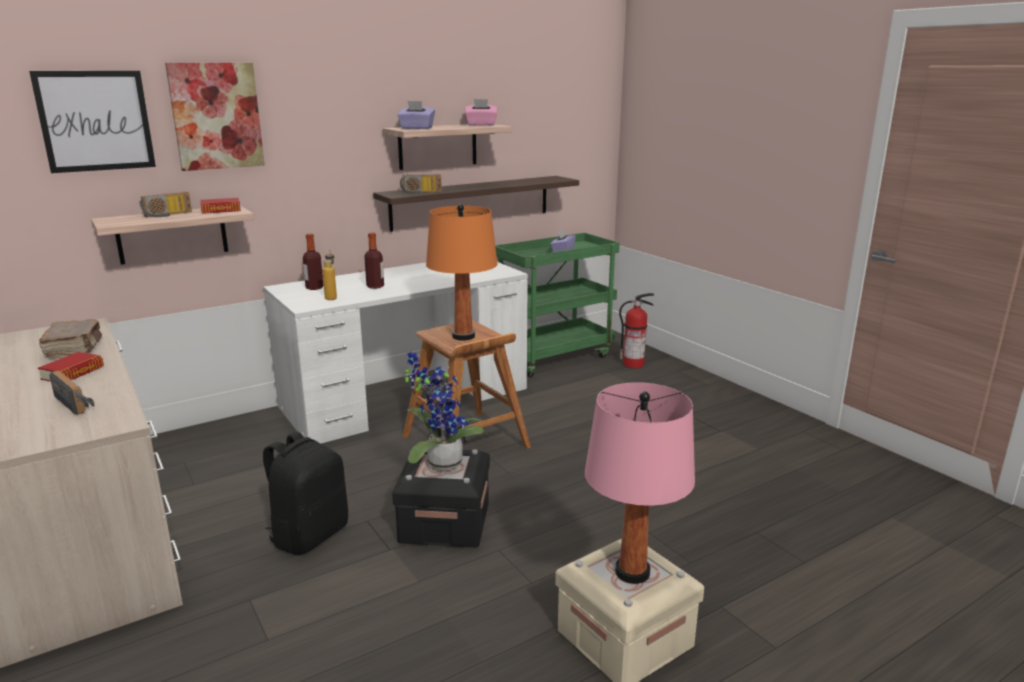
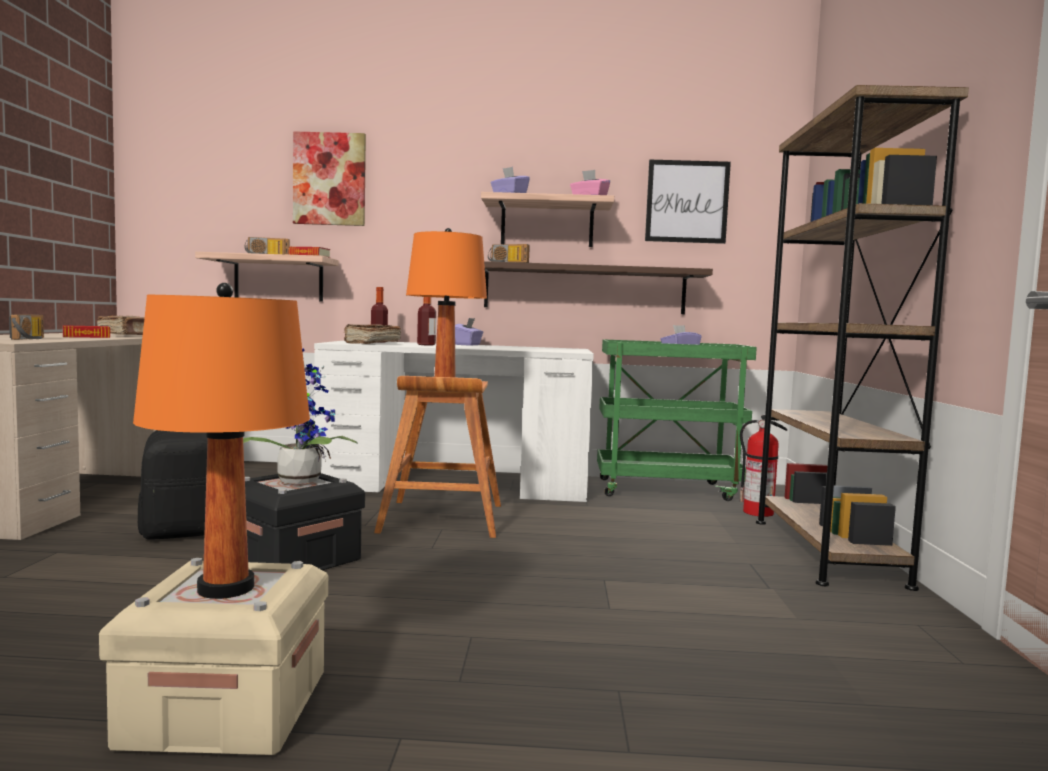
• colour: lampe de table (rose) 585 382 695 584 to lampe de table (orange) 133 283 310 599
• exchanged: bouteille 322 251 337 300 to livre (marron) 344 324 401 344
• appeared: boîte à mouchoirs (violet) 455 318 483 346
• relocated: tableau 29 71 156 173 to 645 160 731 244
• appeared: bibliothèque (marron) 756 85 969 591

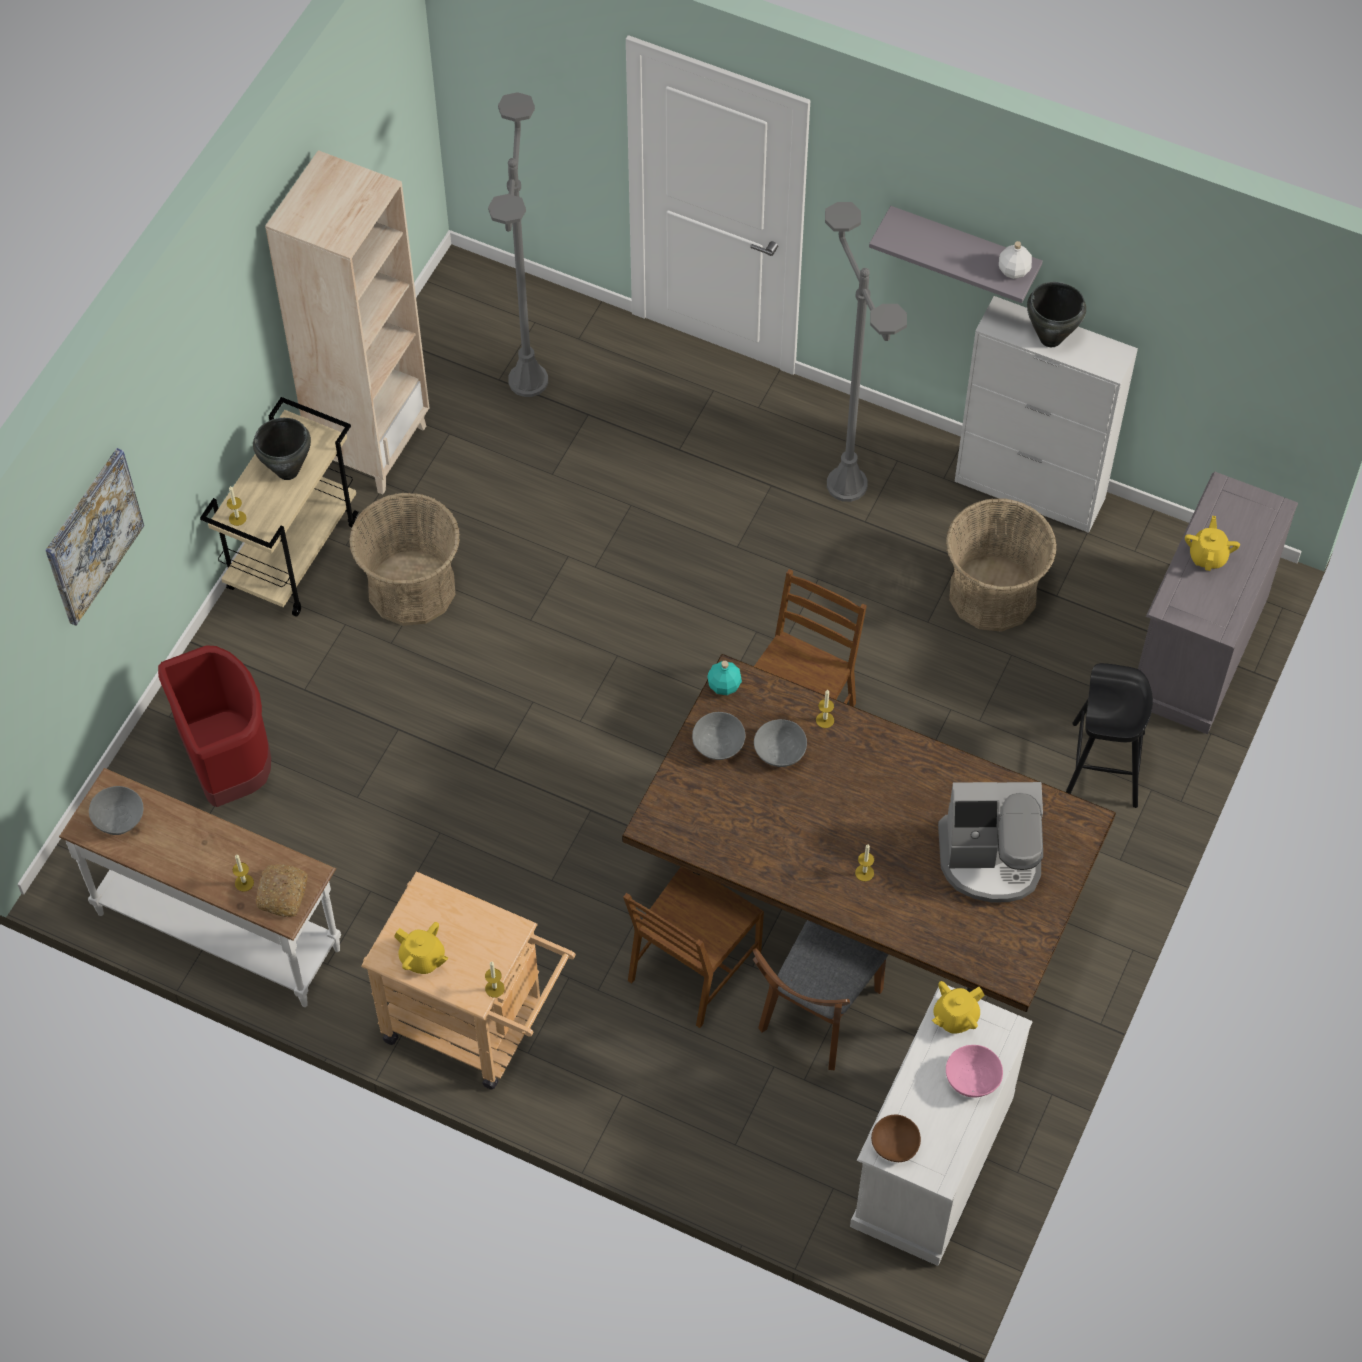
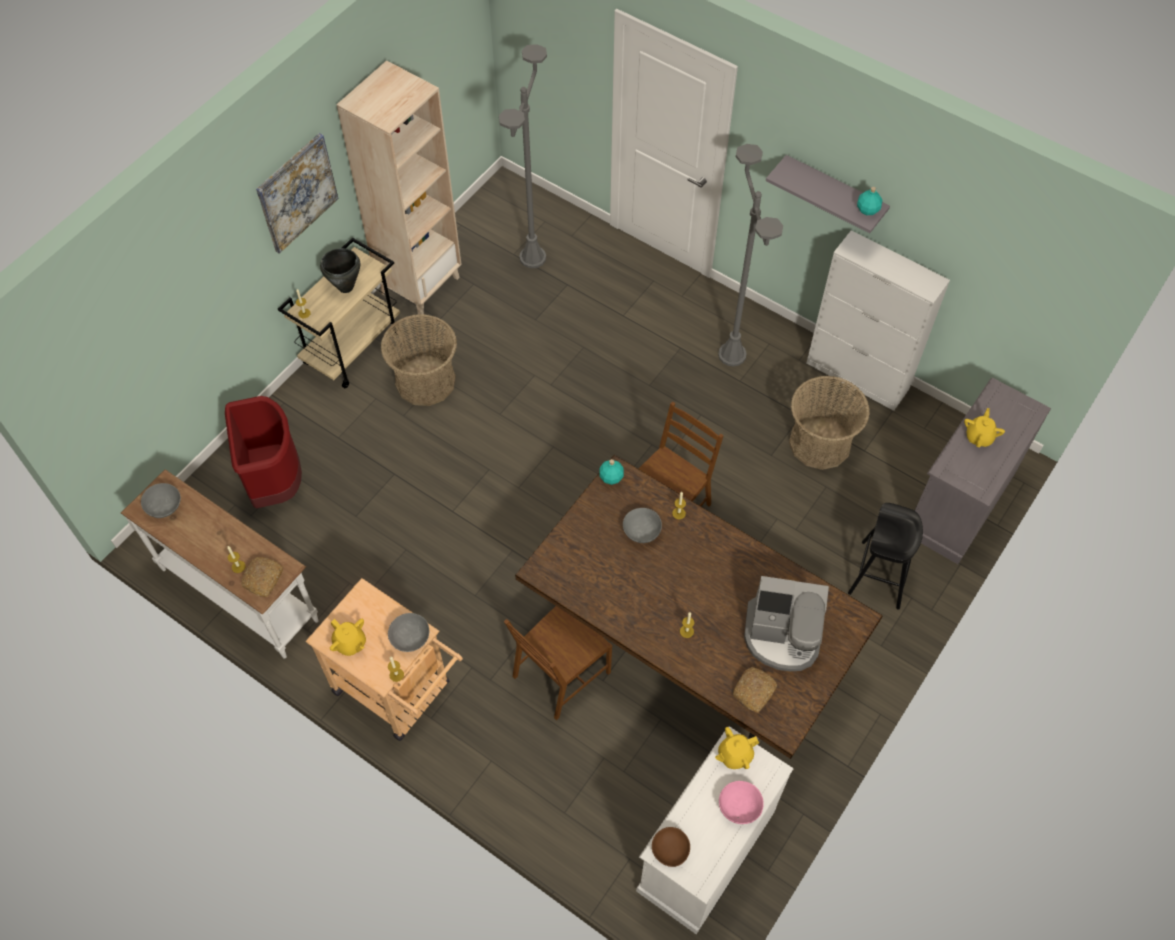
• relocated: tableau 45 448 144 626 to 256 133 339 254
• relocated: bol (gris) 692 712 745 760 to 388 613 429 652
• appeared: pain 733 667 777 713
• colour: bouteille (blanc) 999 241 1032 279 to bouteille (turquoise) 857 187 882 215
• missing: chaise (marron) 753 920 888 1070
• missing: marmite (noir) 1027 282 1086 347

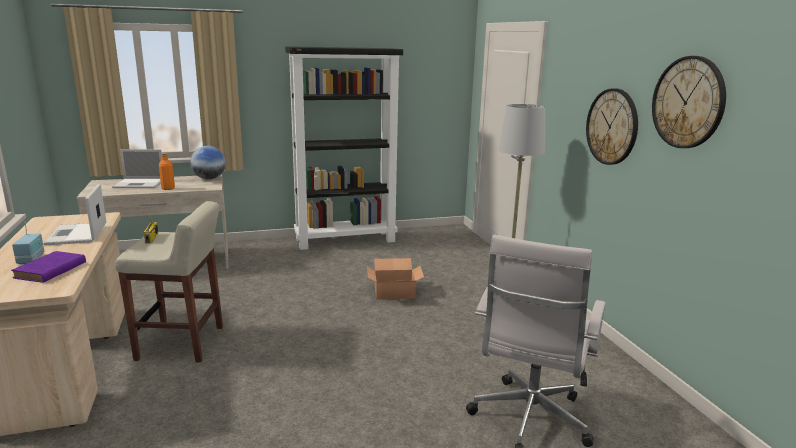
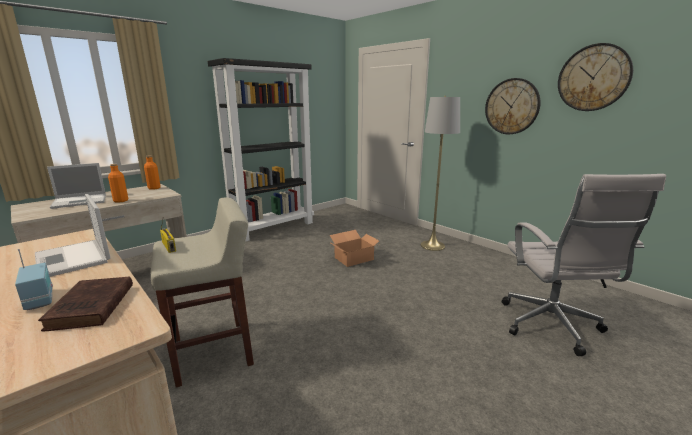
• colour: livre (violet) 11 251 86 283 to livre (marron) 38 276 133 331
• exchanged: globe 190 146 226 179 to bouteille (orange) 144 155 161 190

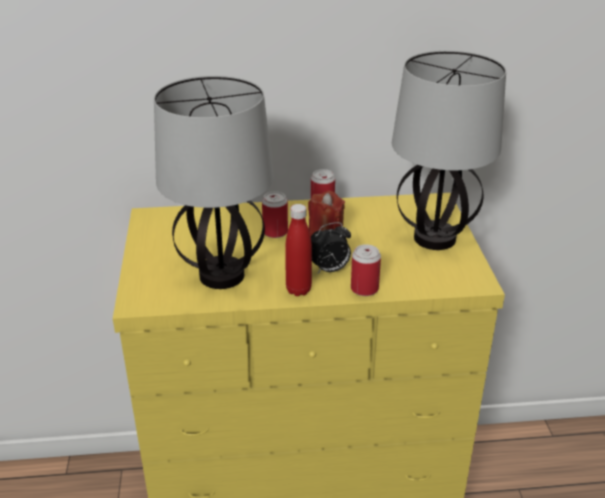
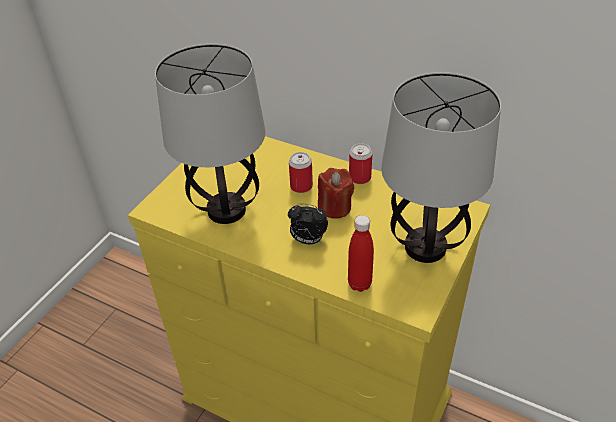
• relocated: bouteille (rouge) 285 204 312 296 to 348 215 374 292
• missing: boîte métallique 351 244 381 296

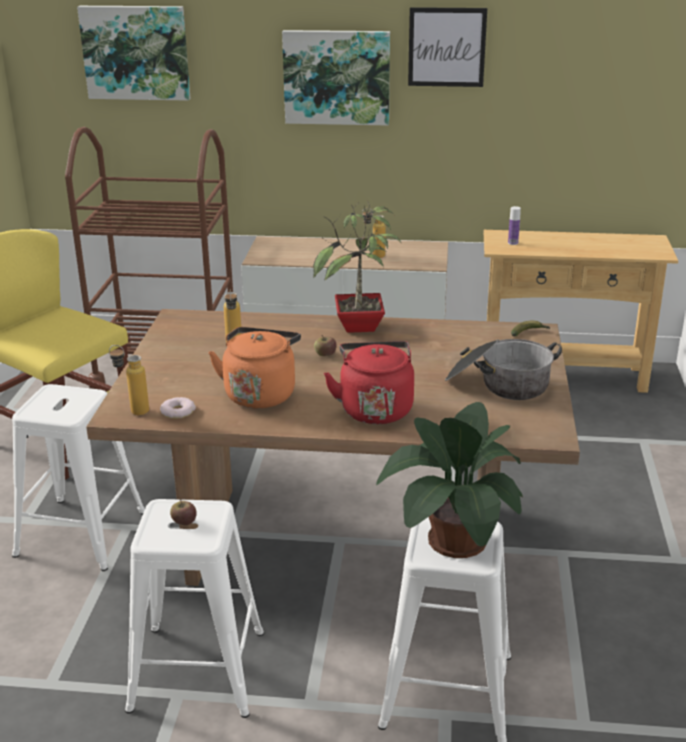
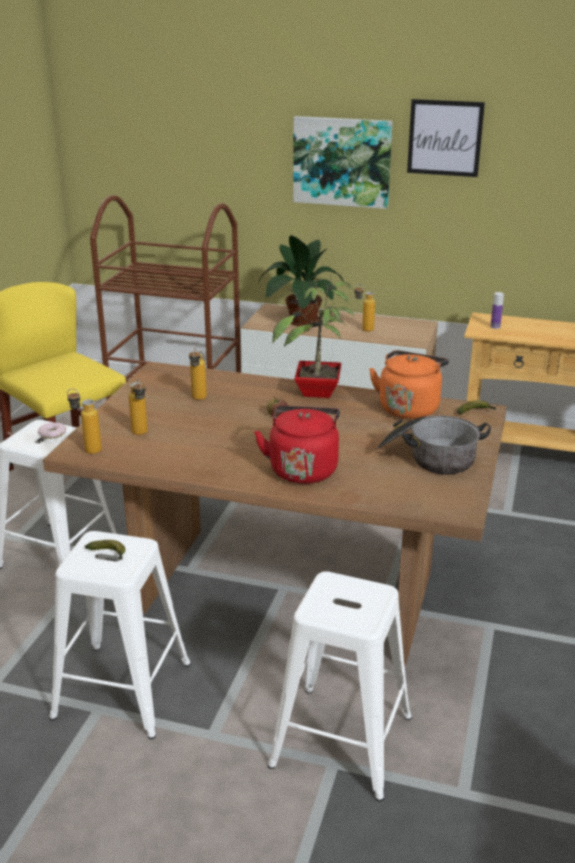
• relocated: beignet 160 397 196 419 to 38 422 66 439
• exchanged: pomme 170 499 197 525 to banane 85 540 125 560
• appeared: bouteille 129 379 148 435
• relocated: plante en pot 376 402 523 558 to 258 235 344 326
• relocated: bouilloire (orange) 209 327 301 408 to 369 350 449 419
• missing: tableau 77 6 191 101

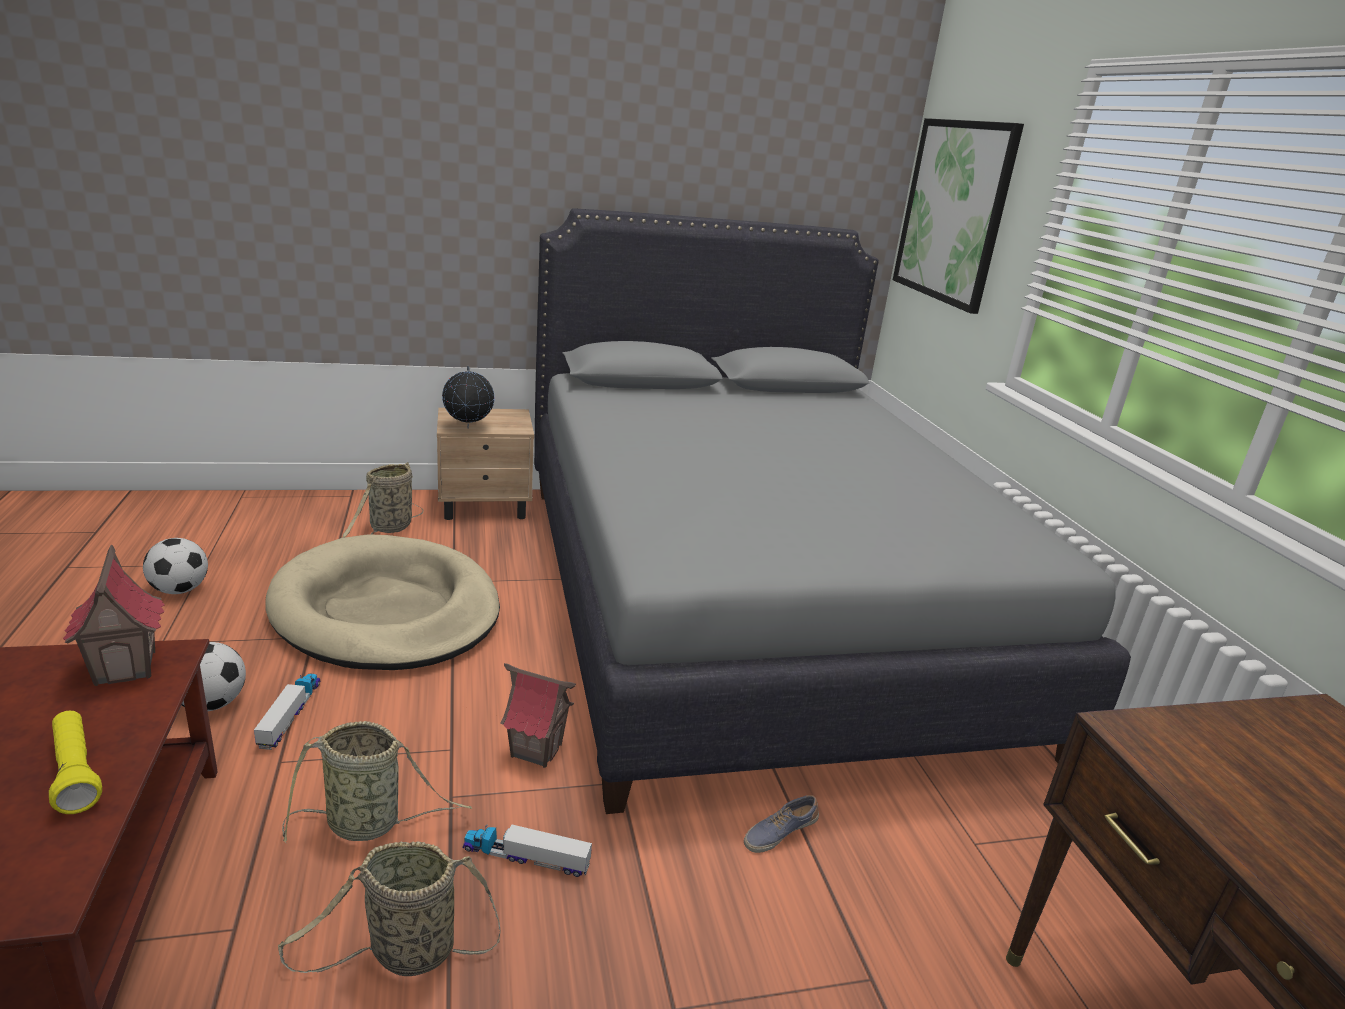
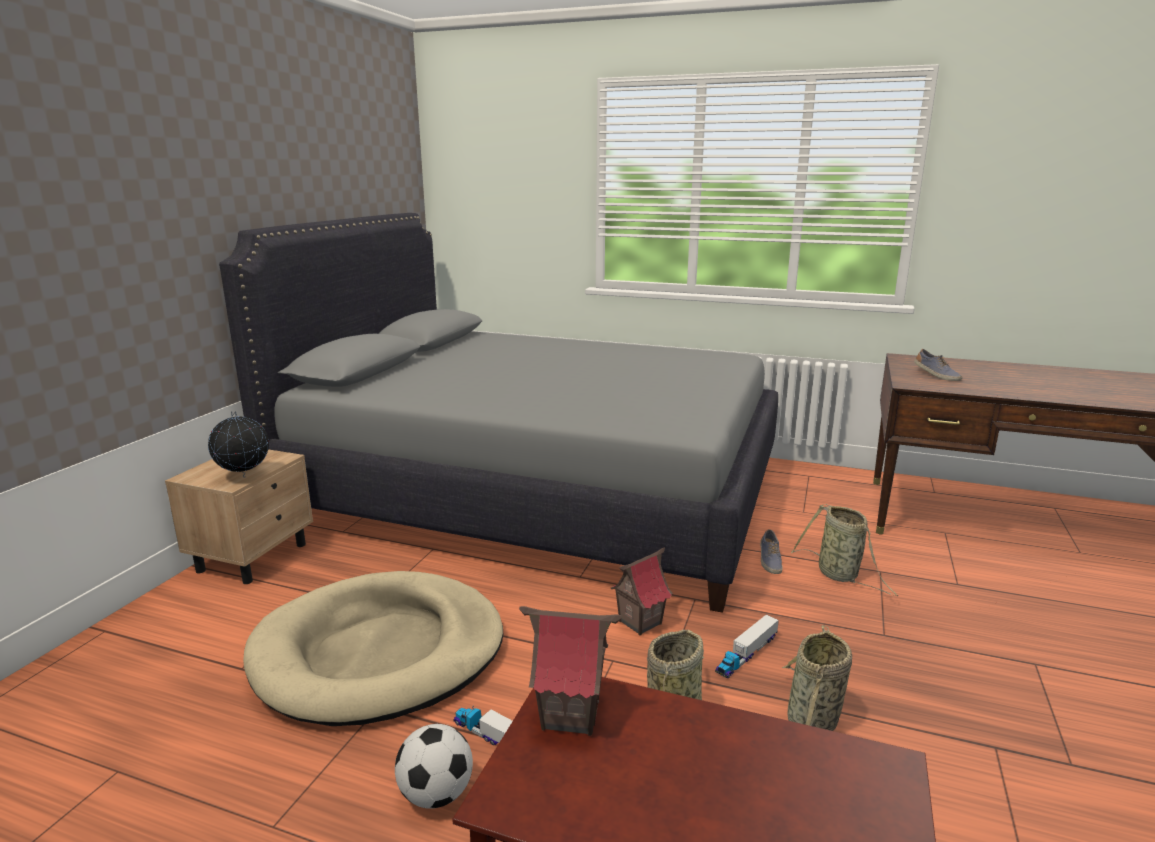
• relocated: panier 343 462 424 538 to 791 504 898 596
• appeared: chaussure 914 349 962 381
• missing: lampe de poche (jaune) 49 711 102 814
• missing: ballon de foot 143 538 208 594
• missing: tableau 893 118 1024 314

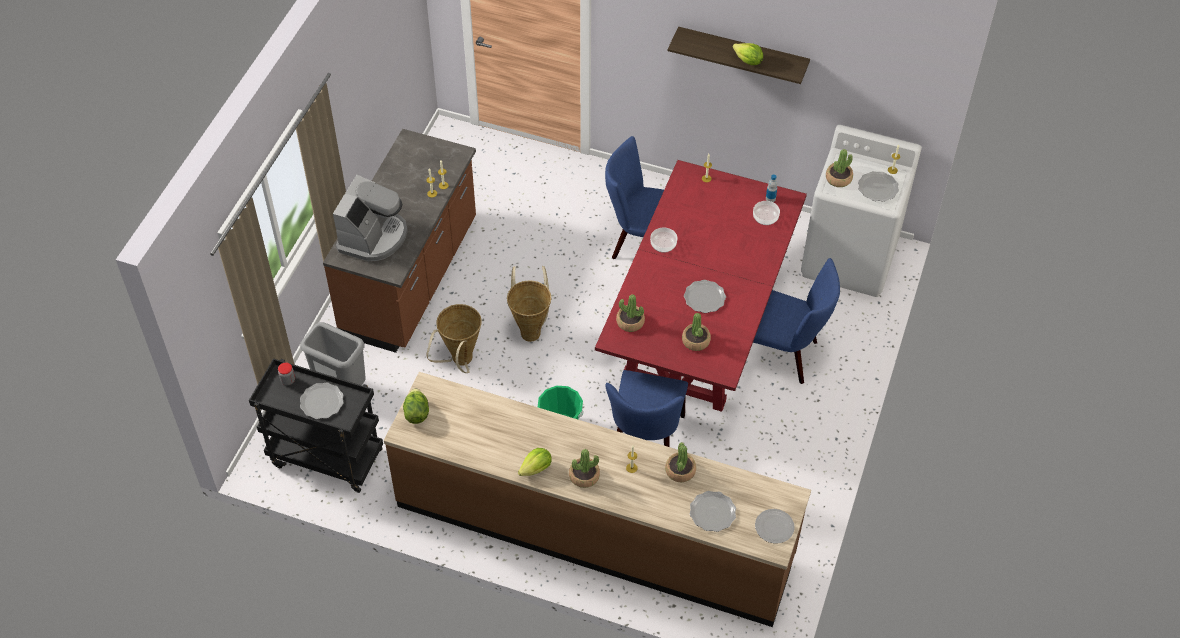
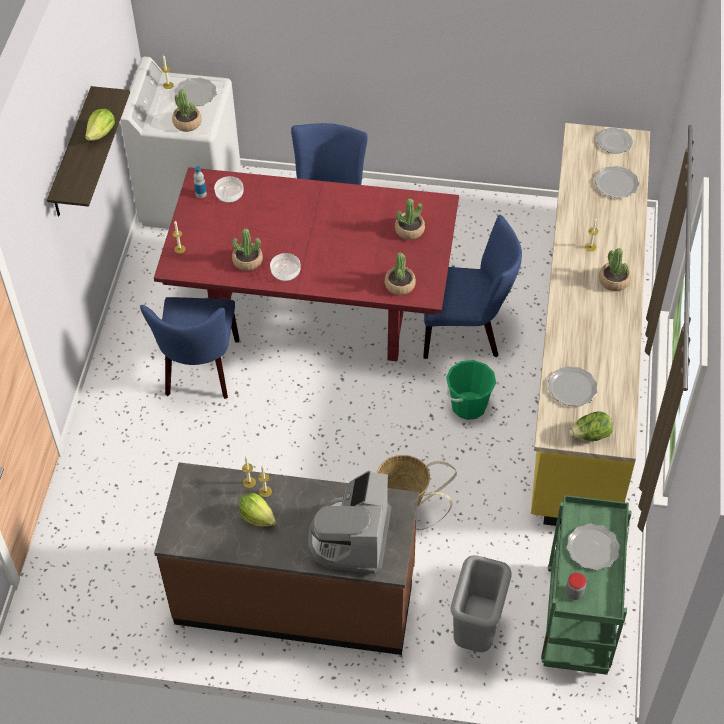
• relocated: plante en pot 665 442 696 482 to 232 228 263 271
• relocated: laitue 518 448 552 476 to 239 493 276 527
• spun: machine à café 333 175 408 261 = 308 471 391 574 90 degrees counterclockwise
• colour: comptoir de cuisine (marron) 384 372 811 627 to comptoir de cuisine (jaune) 531 123 650 526
• colour: chariot (noir) 249 358 383 493 to chariot (vert) 541 495 631 675
• relocated: assiette 684 280 726 313 to 548 366 597 407
• missing: panier 507 266 551 342

